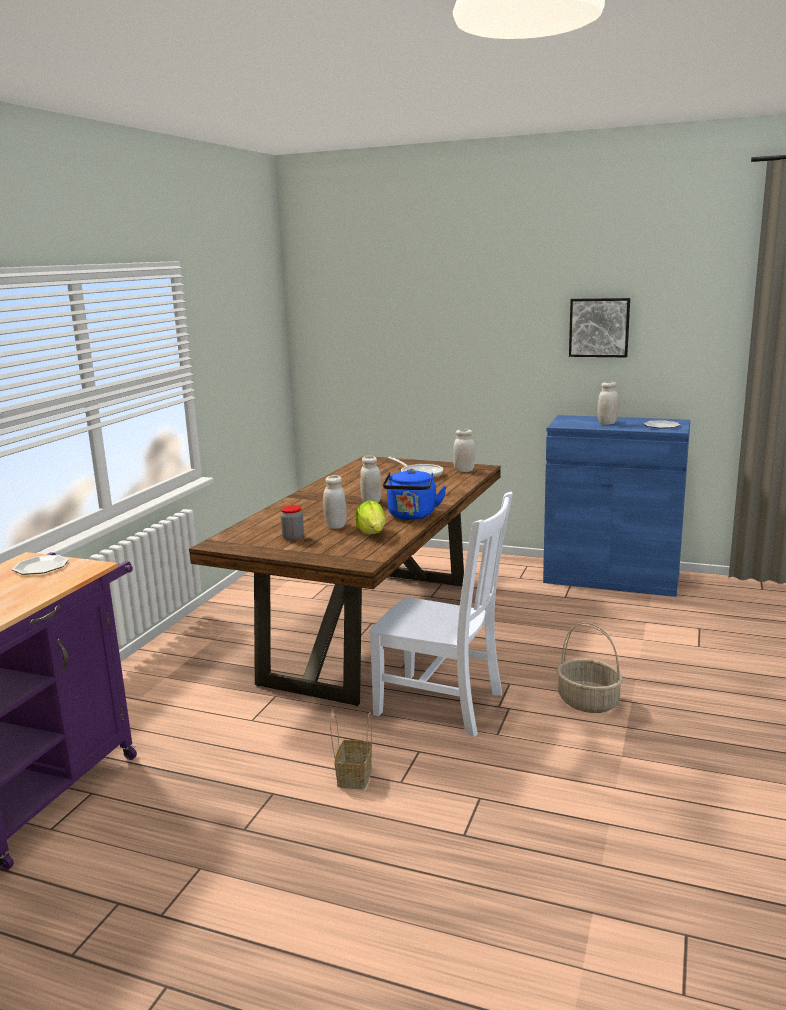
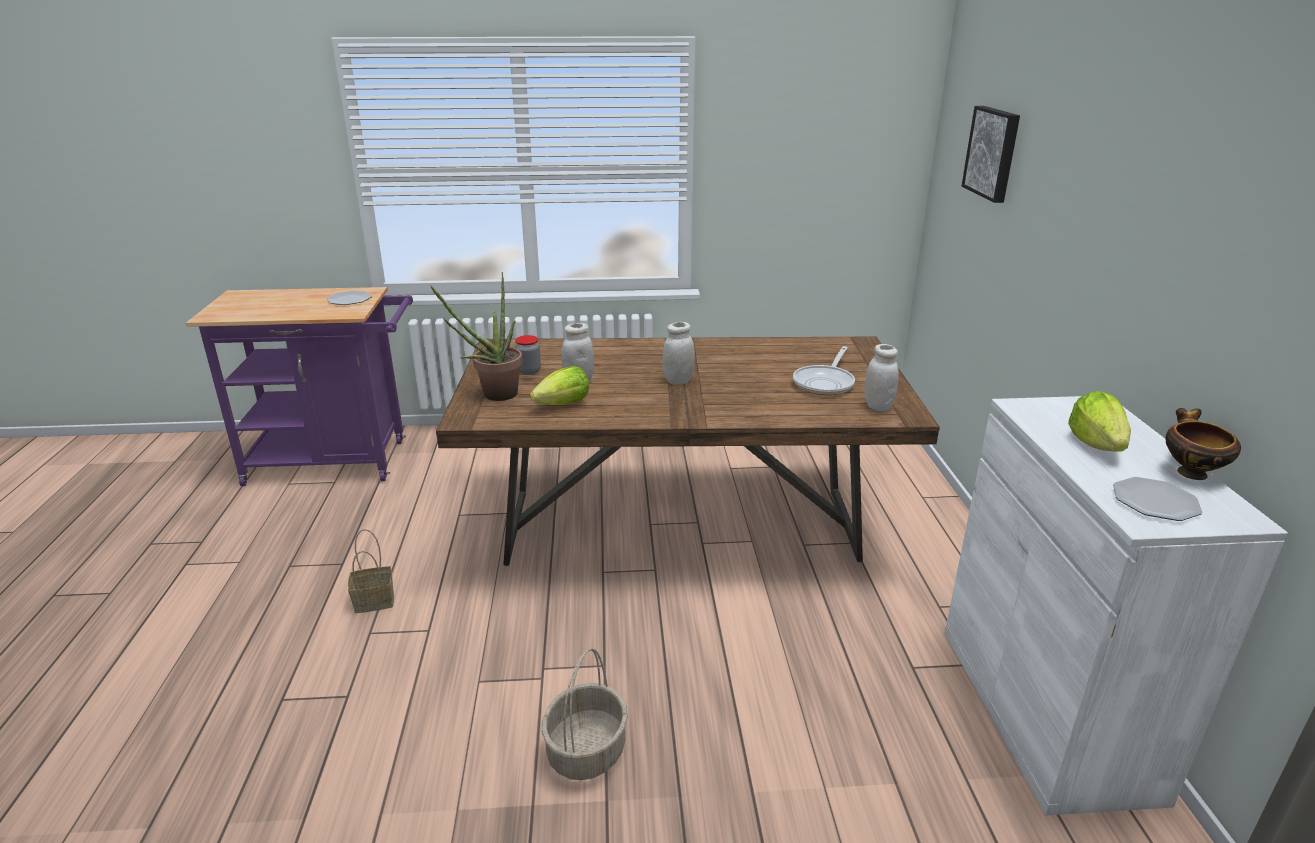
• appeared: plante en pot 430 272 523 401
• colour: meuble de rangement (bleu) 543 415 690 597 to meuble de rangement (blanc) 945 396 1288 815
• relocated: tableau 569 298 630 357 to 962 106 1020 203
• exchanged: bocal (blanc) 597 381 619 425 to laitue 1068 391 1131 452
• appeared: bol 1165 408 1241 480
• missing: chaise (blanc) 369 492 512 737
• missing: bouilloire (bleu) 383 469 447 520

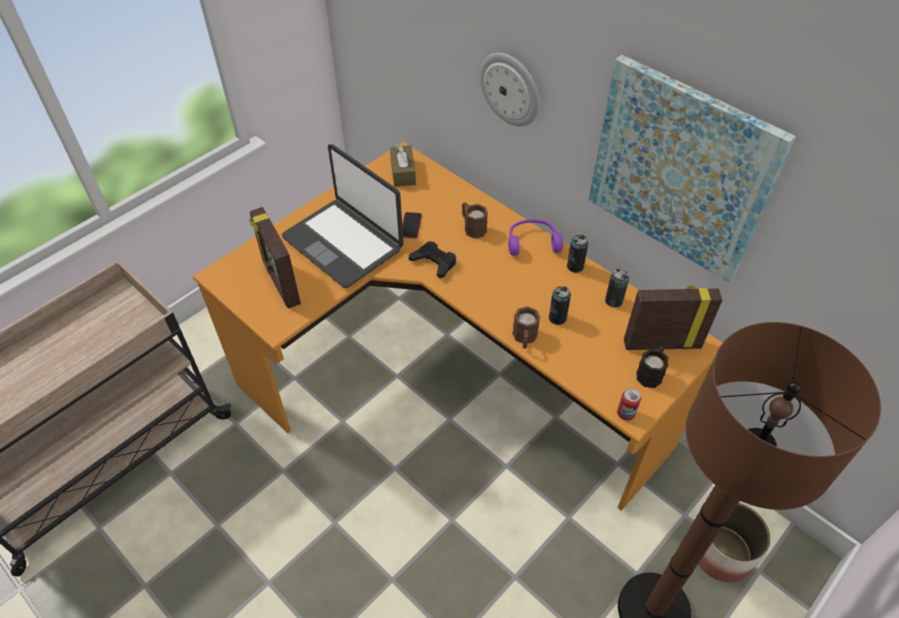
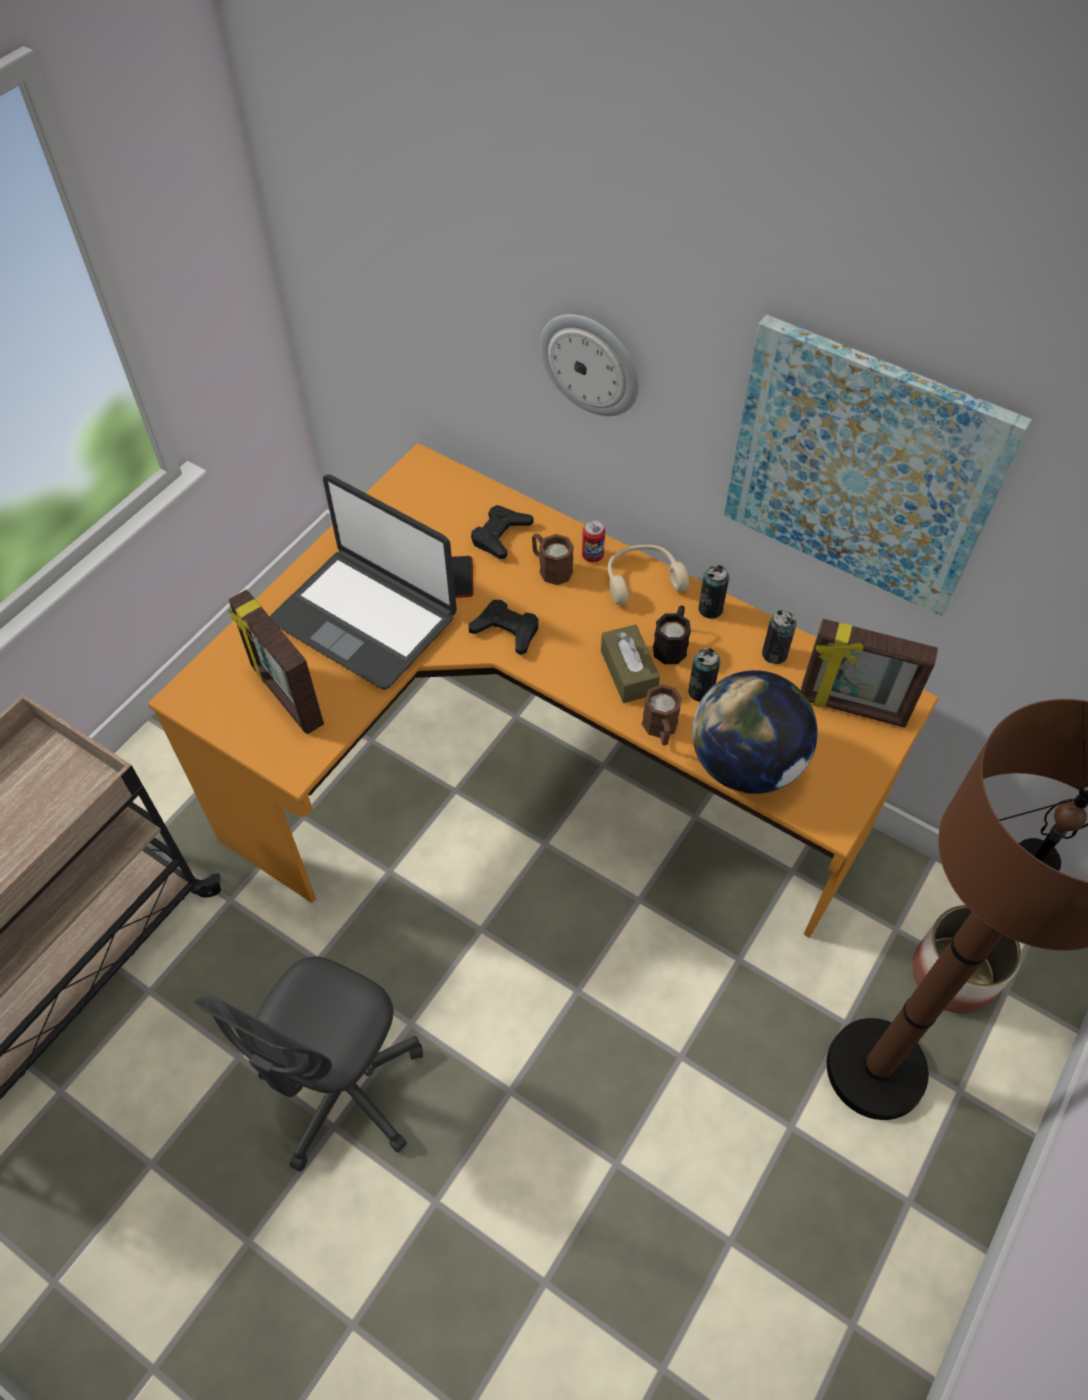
• appeared: chaise de bureau (gris) 195 956 423 1172
• appeared: manette (noir) 471 505 534 559
• relocated: boîte métallique 617 388 641 421 to 582 520 605 562
• relocated: boîte à mouchoirs (marron) 390 144 416 187 to 601 625 660 703
• colour: casque audio (violet) 508 219 563 256 to casque audio (beige) 608 545 689 605
• relocated: mug (noir) 637 345 669 388 to 653 605 691 664
• appeared: globe 692 670 818 794
• spun: cadre photo 624 285 723 350 = 801 619 938 728 150 degrees counterclockwise

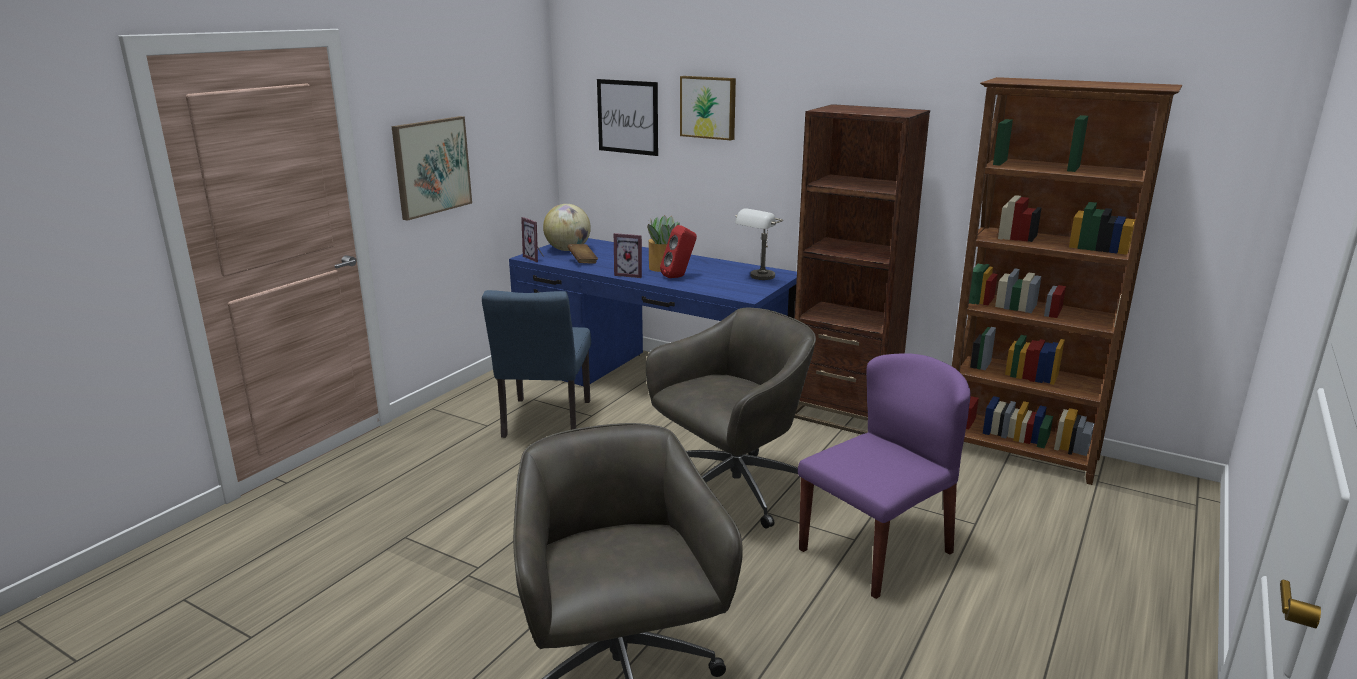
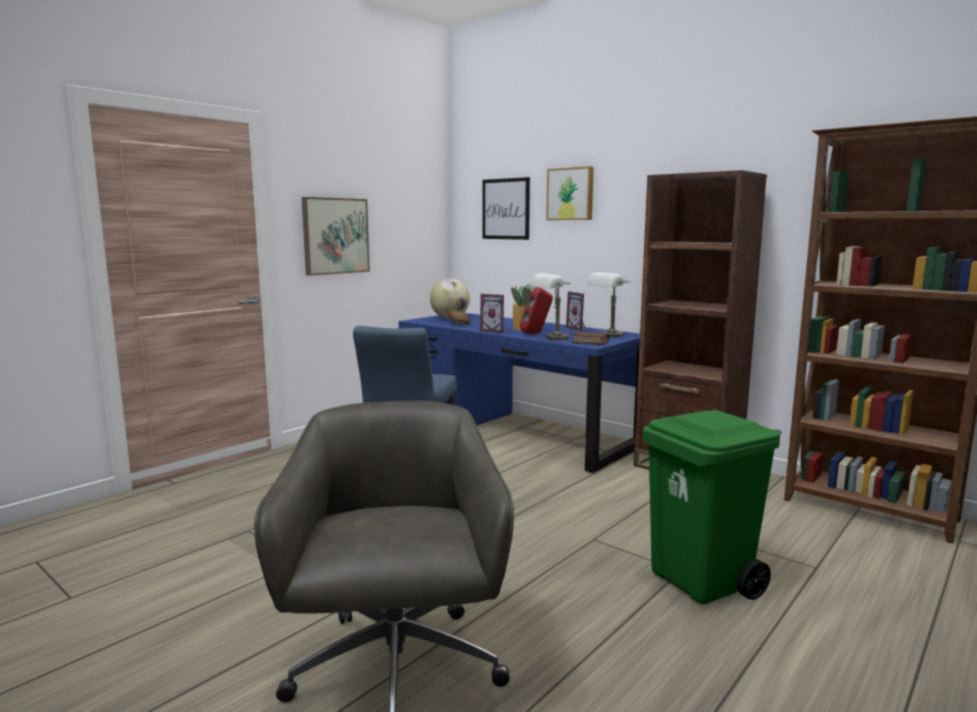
• appeared: lampe de table (gris) 530 273 571 340
• relocated: cadre photo 521 217 543 262 to 566 291 586 331
• appeared: livre 572 332 609 345
• exchanged: chaise (violet) 798 354 971 599 to poubelle (vert) 643 410 782 604
• missing: chaise de bureau (gris) 646 308 816 529

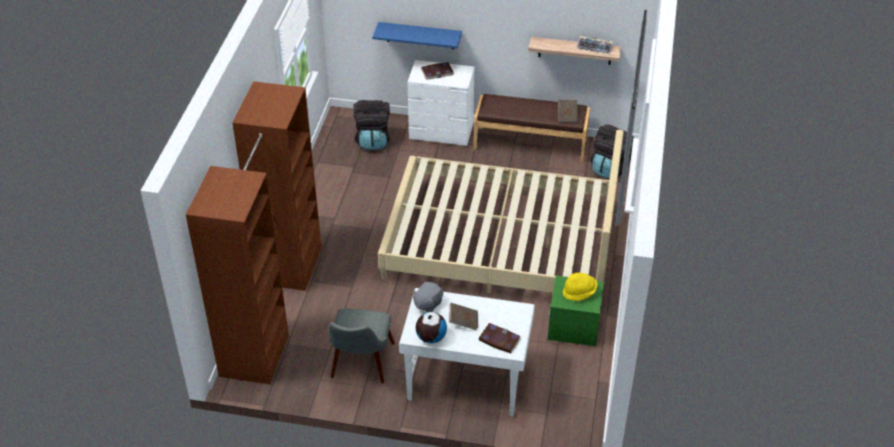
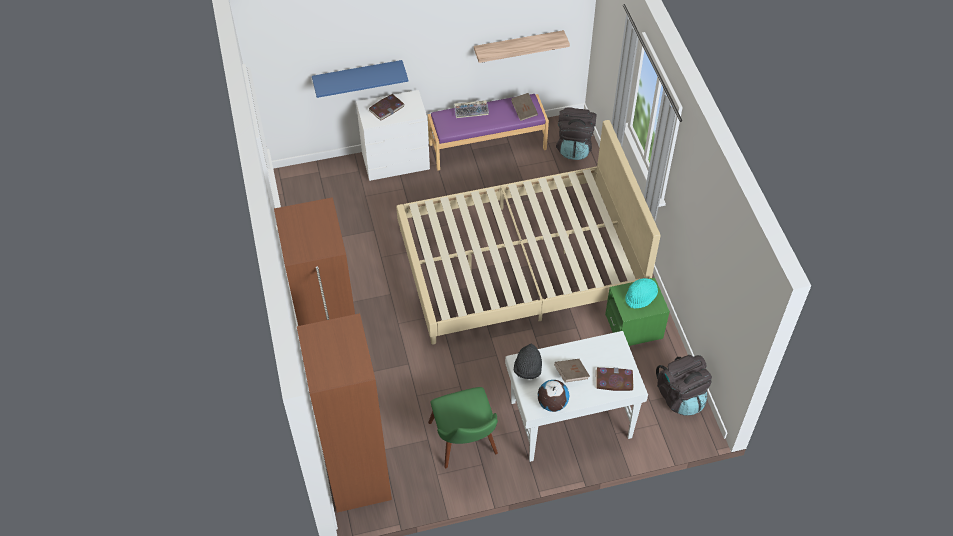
• colour: banc (marron) 474 94 590 163 to banc (violet) 428 94 549 171
• colour: chaise (gris) 328 309 395 384 to chaise (vert) 428 387 498 468
• relocated: clavier 577 36 613 55 to 454 100 489 118
• exchanged: peluche (gris) 412 282 443 312 to chapeau (noir) 514 344 542 379
• colour: chapeau (jaune) 563 273 597 301 to chapeau (turquoise) 625 278 658 308
• relocated: sac à dos (noir) 353 100 390 150 to 656 355 712 416

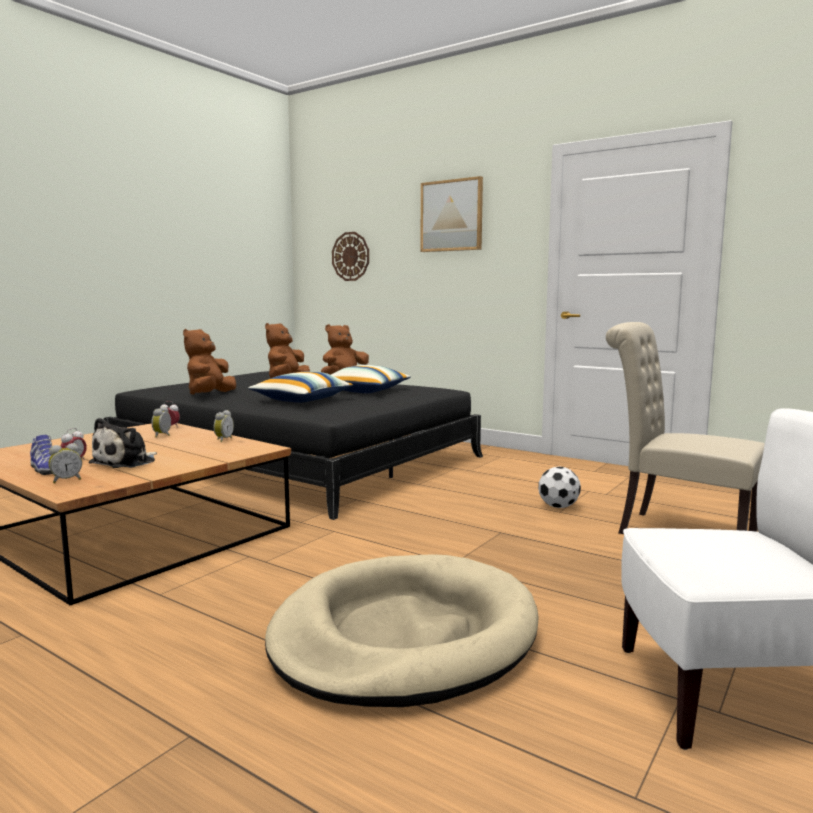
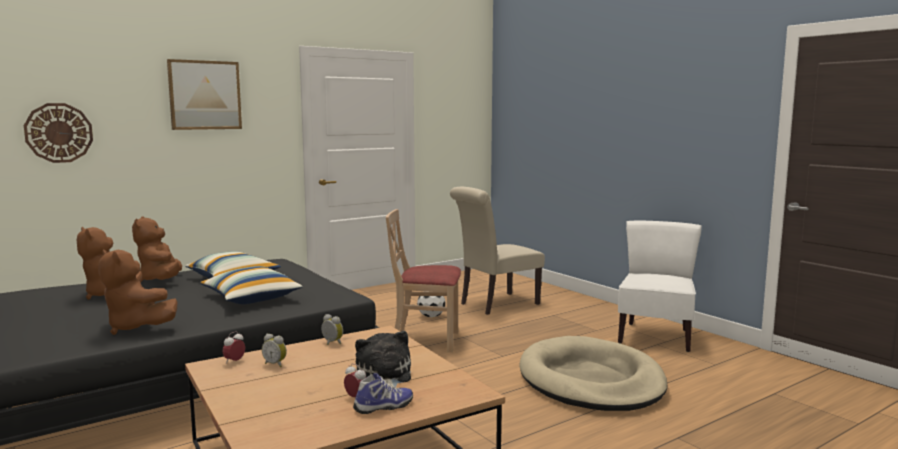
• spun: peluche 89 418 157 468 = 355 331 411 387 150 degrees counterclockwise
• appeared: chaise (beige) 386 209 461 353
• missing: réveil 48 443 82 483

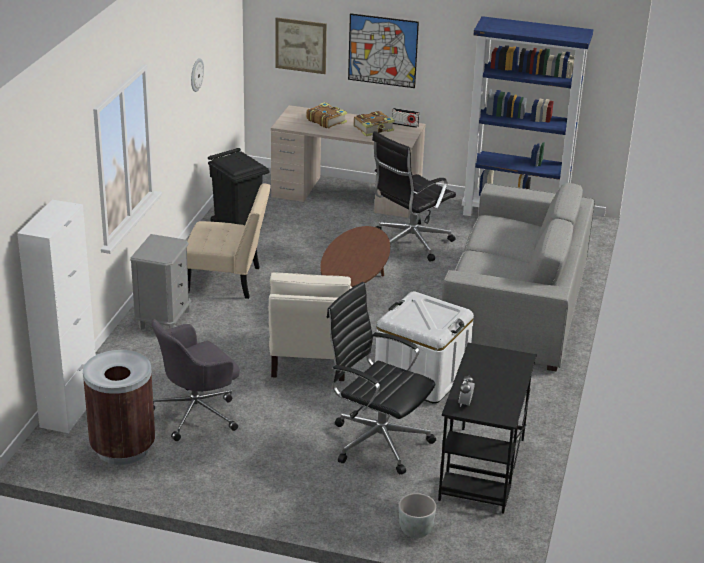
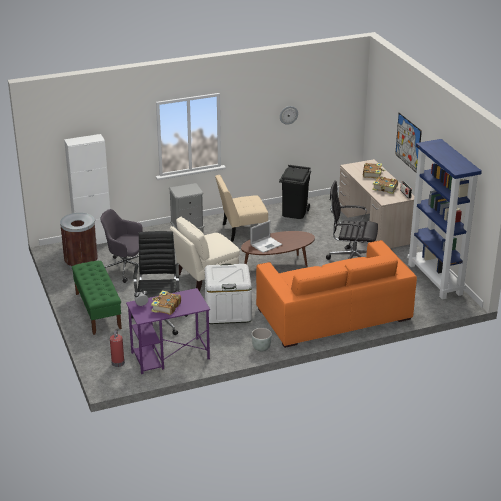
• appeared: banc (vert) 72 261 122 335
• appeared: extincteur 110 330 125 367
• colour: bureau (noir) 438 343 537 514 to bureau (violet) 126 288 210 374
• appeared: livre 151 291 181 315
• spun: chaise (beige) 187 183 271 299 = 215 175 268 242 105 degrees clockwise
• appeared: ordinateur portable 250 220 282 253
• relocated: cache-pot (gris) 399 493 436 538 to 252 328 272 351
• colour: canapé (gris) 442 183 595 371 to canapé (orange) 256 240 417 348
• missing: tableau 275 17 327 74

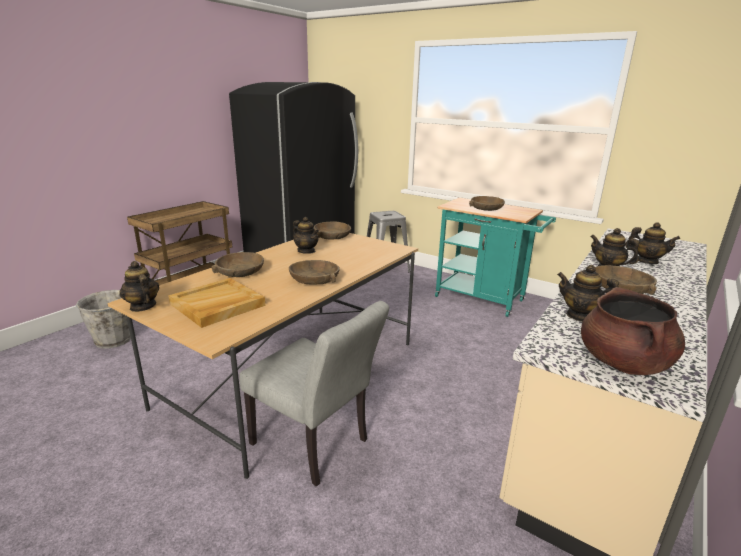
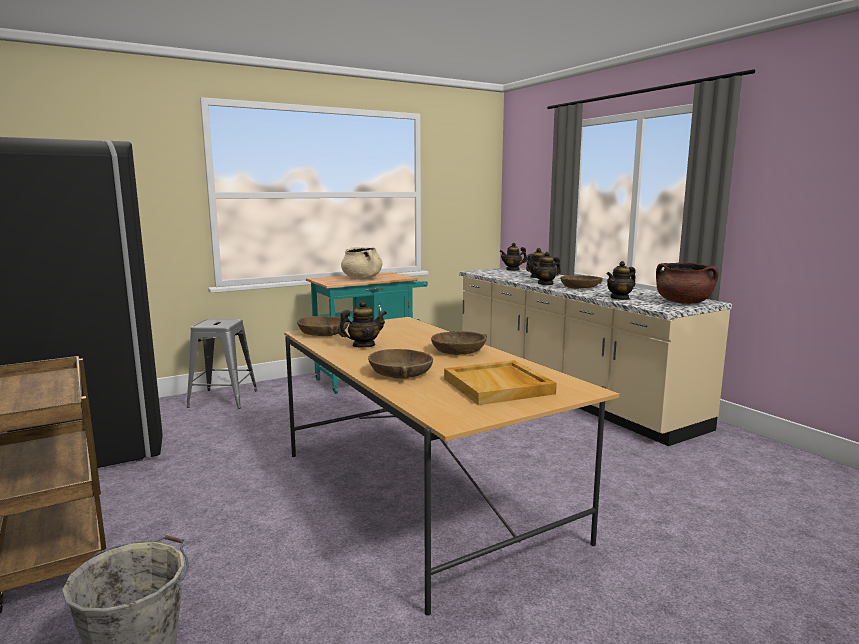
• exchanged: bol (marron) 469 196 505 211 to marmite (beige) 341 247 382 279
• relocated: théière 120 261 159 312 to 500 243 527 271
• missing: chaise (gris) 239 301 389 486

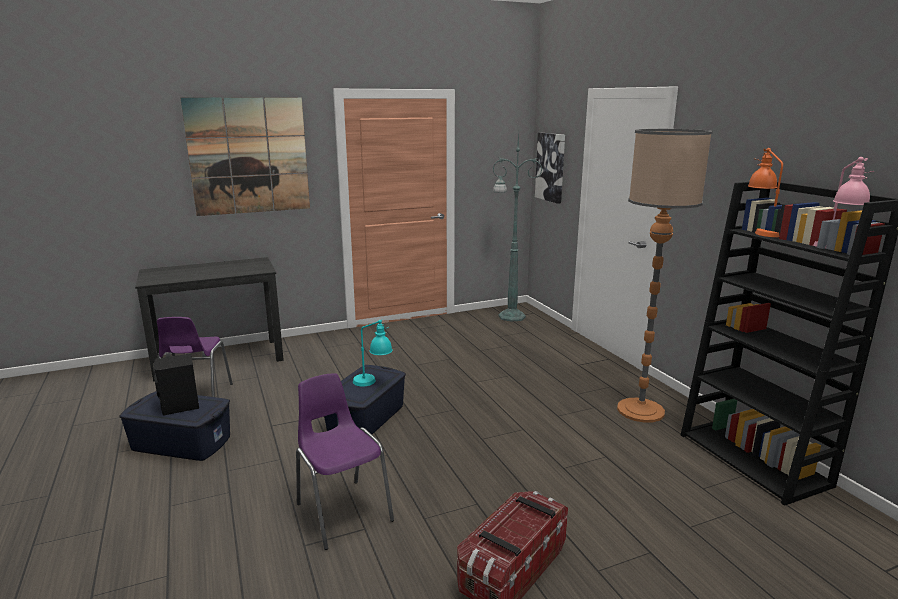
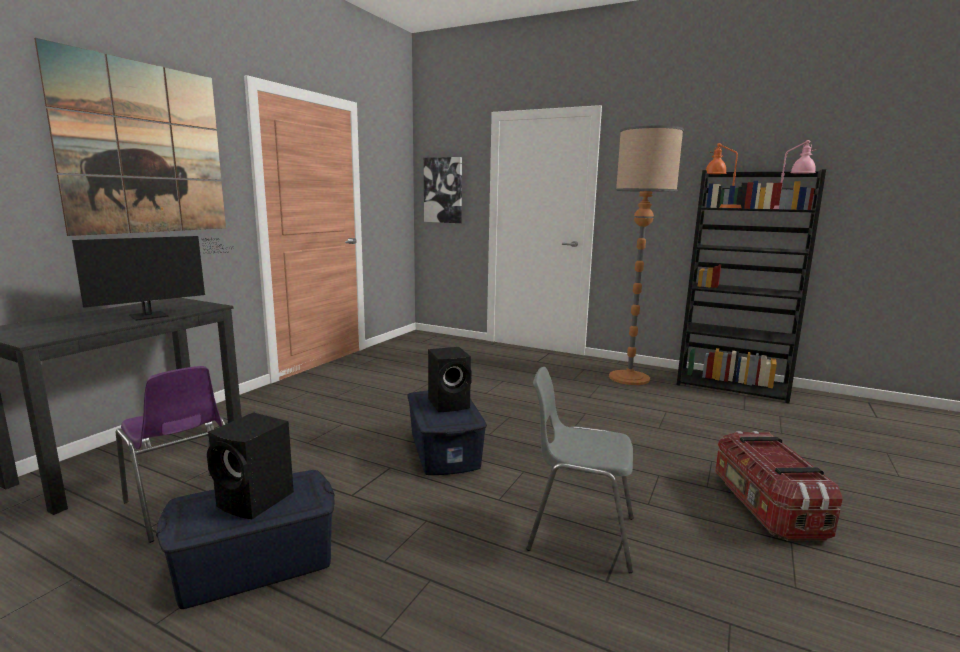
• appeared: écran d'ordinateur 72 236 227 321
• exchanged: lampe de table (turquoise) 353 320 393 386 to enceinte (noir) 428 347 472 412
• colour: chaise (violet) 296 373 394 550 to chaise (gris) 526 367 634 573
• missing: lampadaire (vert) 493 132 542 322

